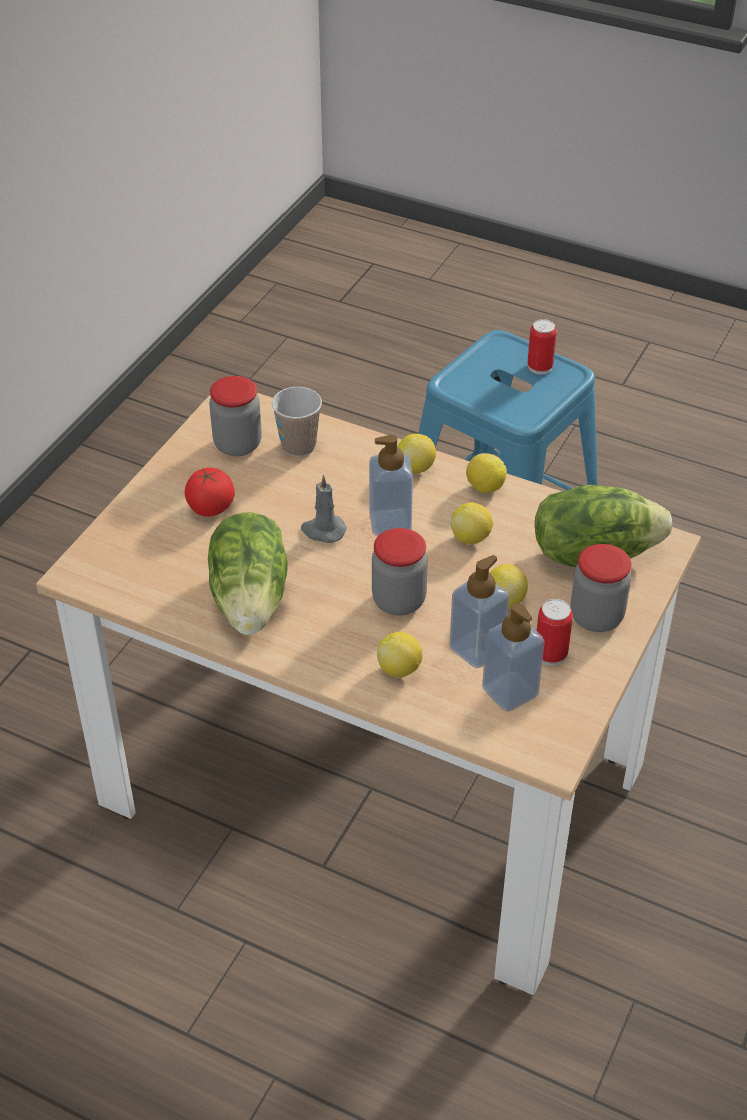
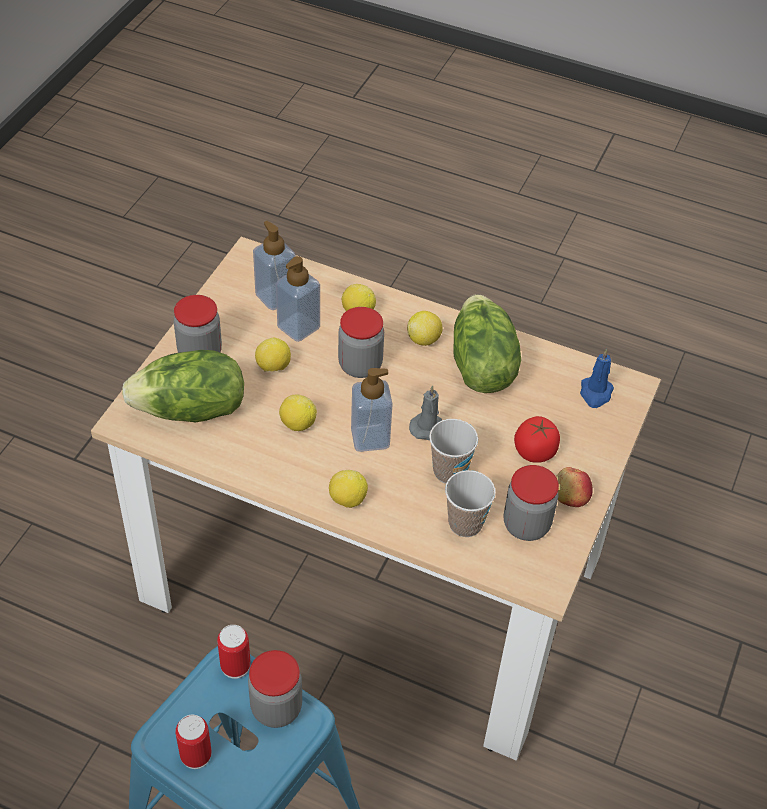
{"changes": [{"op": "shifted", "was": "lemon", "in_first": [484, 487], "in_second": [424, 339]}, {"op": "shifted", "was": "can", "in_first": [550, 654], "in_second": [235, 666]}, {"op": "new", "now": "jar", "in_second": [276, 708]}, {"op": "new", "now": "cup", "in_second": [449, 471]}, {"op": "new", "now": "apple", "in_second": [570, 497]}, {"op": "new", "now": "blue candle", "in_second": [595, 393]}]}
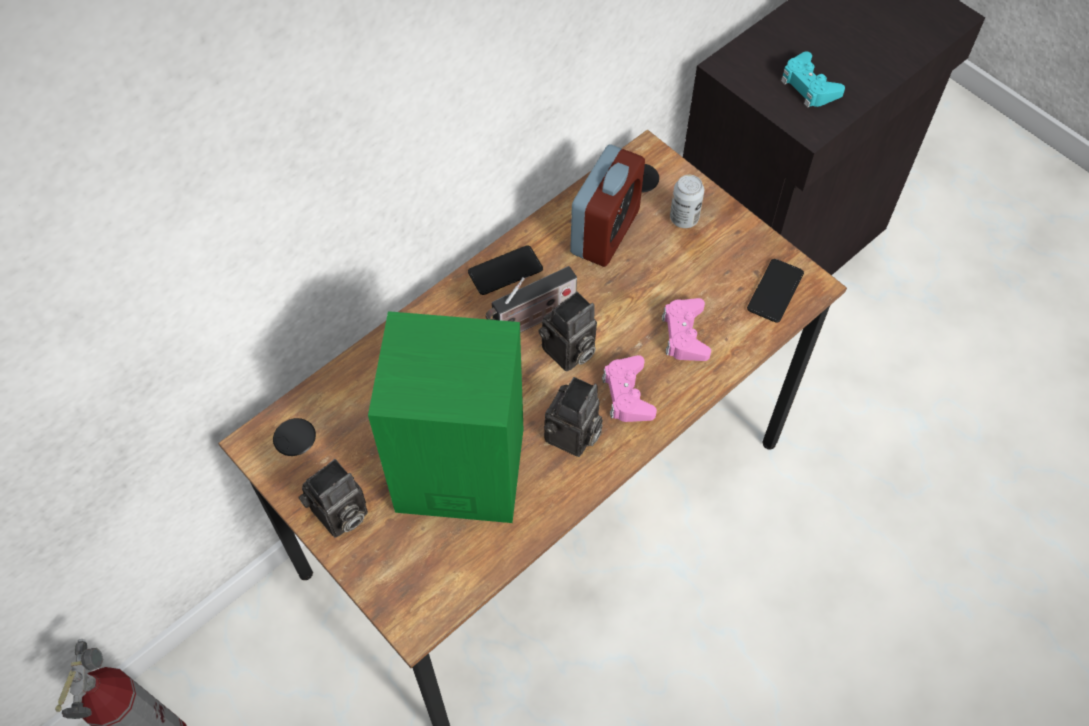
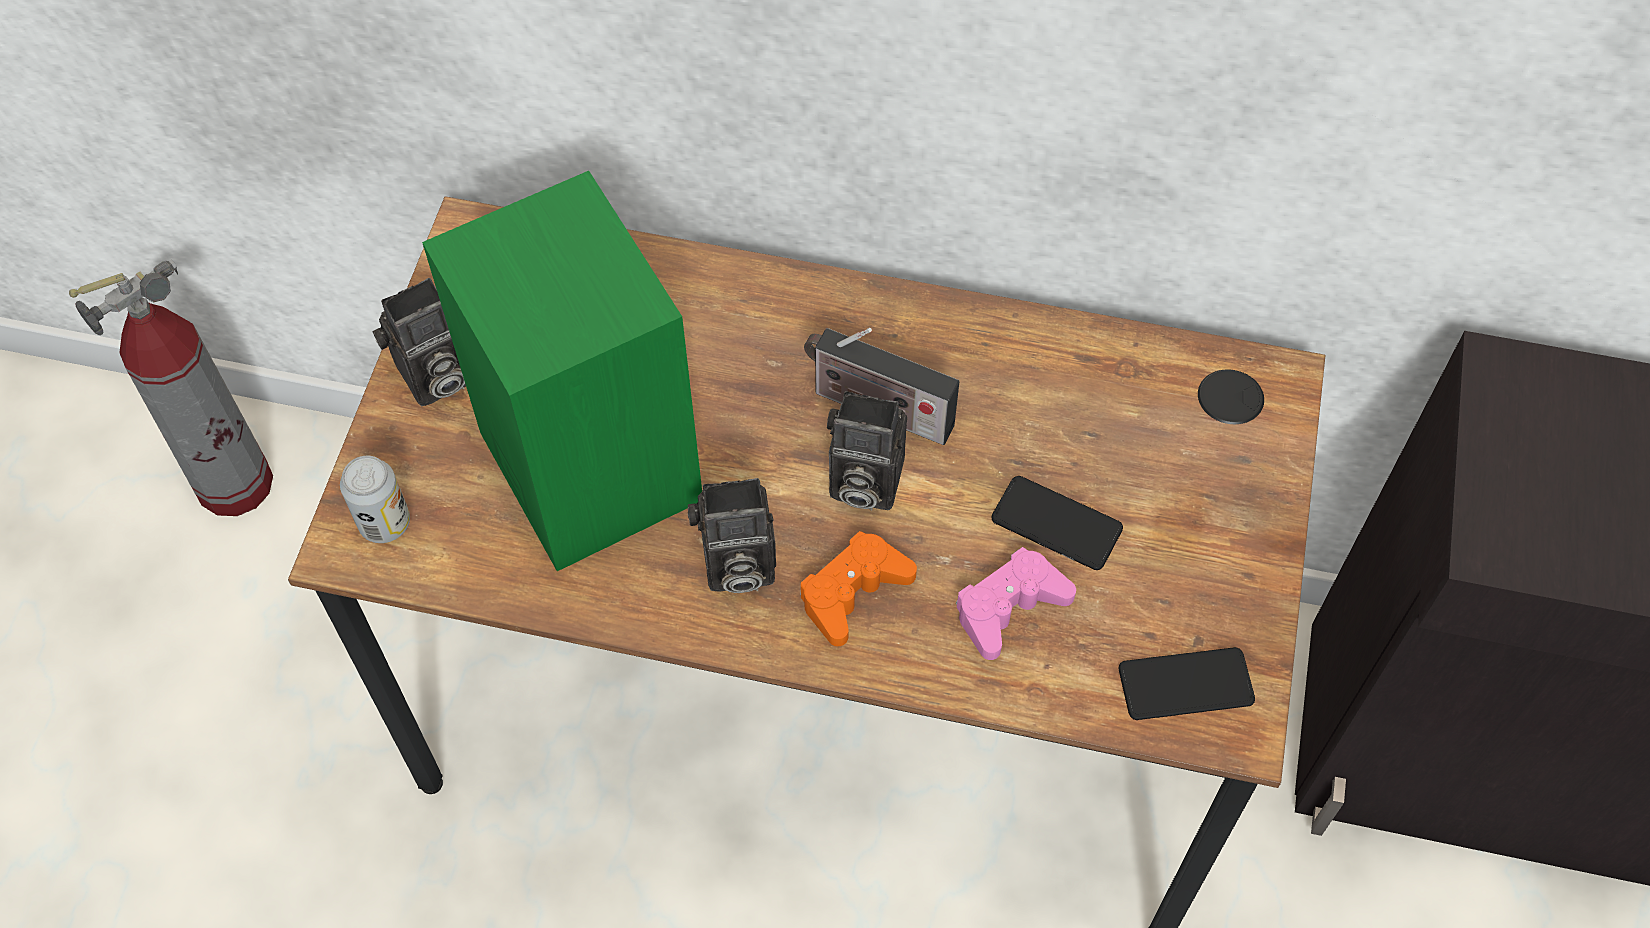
{"changes": [{"op": "rotated", "was": "photo camera", "in_first": [339, 516], "in_second": [434, 378], "clockwise": -45}, {"op": "shifted", "was": "phone", "in_first": [505, 271], "in_second": [1056, 524]}, {"op": "gone", "was": "alarm clock", "in_first": [605, 232]}, {"op": "repainted", "was": "pink game controller", "now": "orange game controller", "in_first": [627, 394], "in_second": [853, 592]}, {"op": "shifted", "was": "can", "in_first": [684, 218], "in_second": [384, 523]}, {"op": "gone", "was": "turquoise game controller", "in_first": [809, 86]}]}
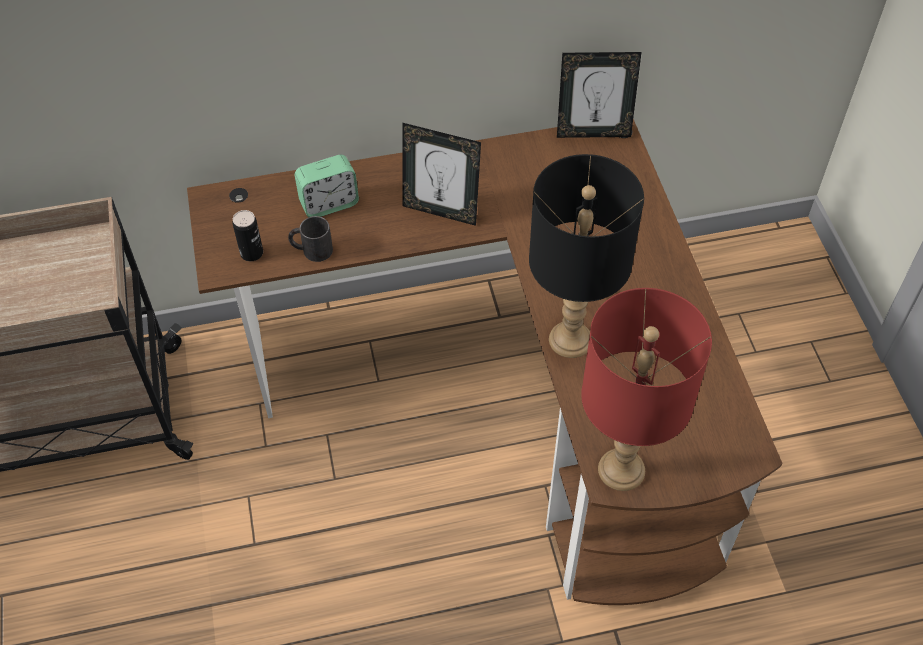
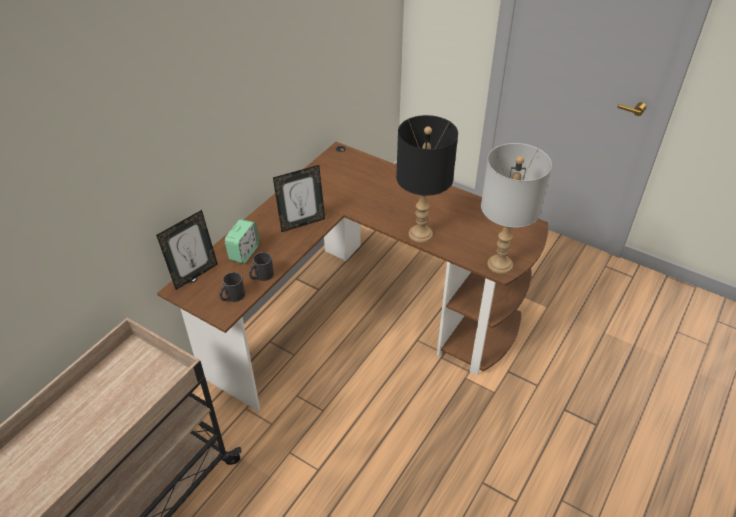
{"changes": [{"op": "swapped", "was": "can", "now": "black mug", "in_first": [251, 253], "in_second": [232, 297]}, {"op": "shifted", "was": "picture frame", "in_first": [593, 132], "in_second": [194, 274]}, {"op": "repainted", "was": "red table lamp", "now": "grey table lamp", "in_first": [621, 470], "in_second": [500, 265]}]}
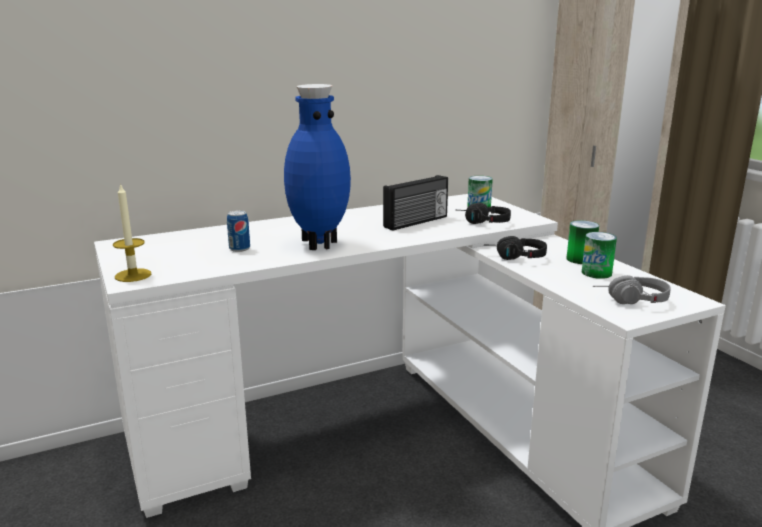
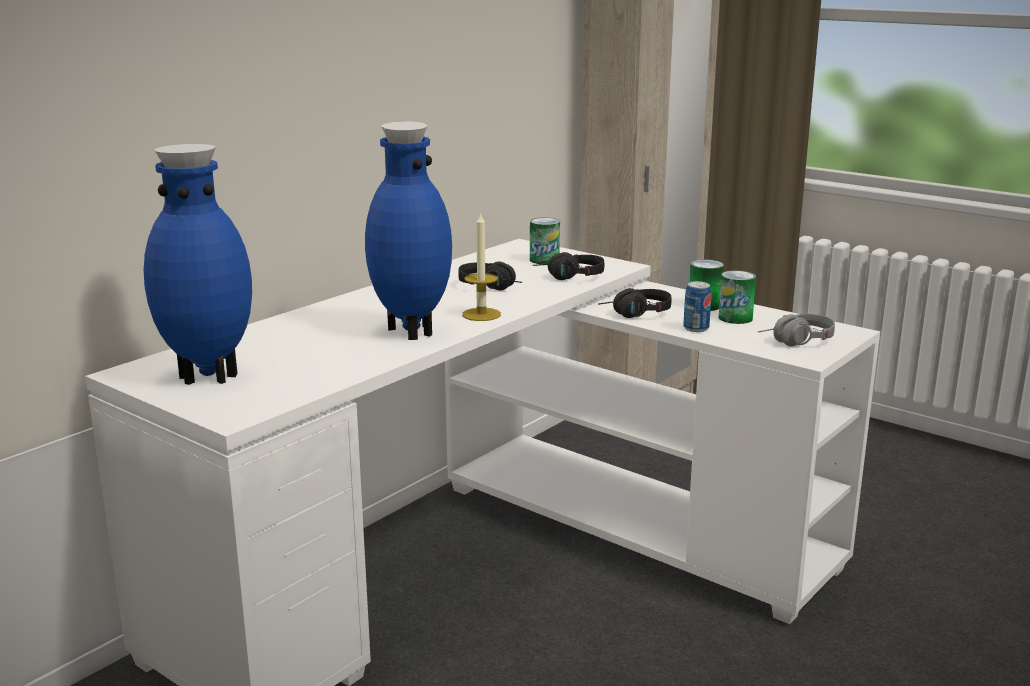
{"changes": [{"op": "shifted", "was": "candle", "in_first": [133, 275], "in_second": [481, 314]}, {"op": "shifted", "was": "can", "in_first": [239, 249], "in_second": [696, 328]}, {"op": "swapped", "was": "radio", "now": "black headphones", "in_first": [416, 222], "in_second": [493, 287]}, {"op": "new", "now": "blue vase", "in_second": [209, 375]}]}
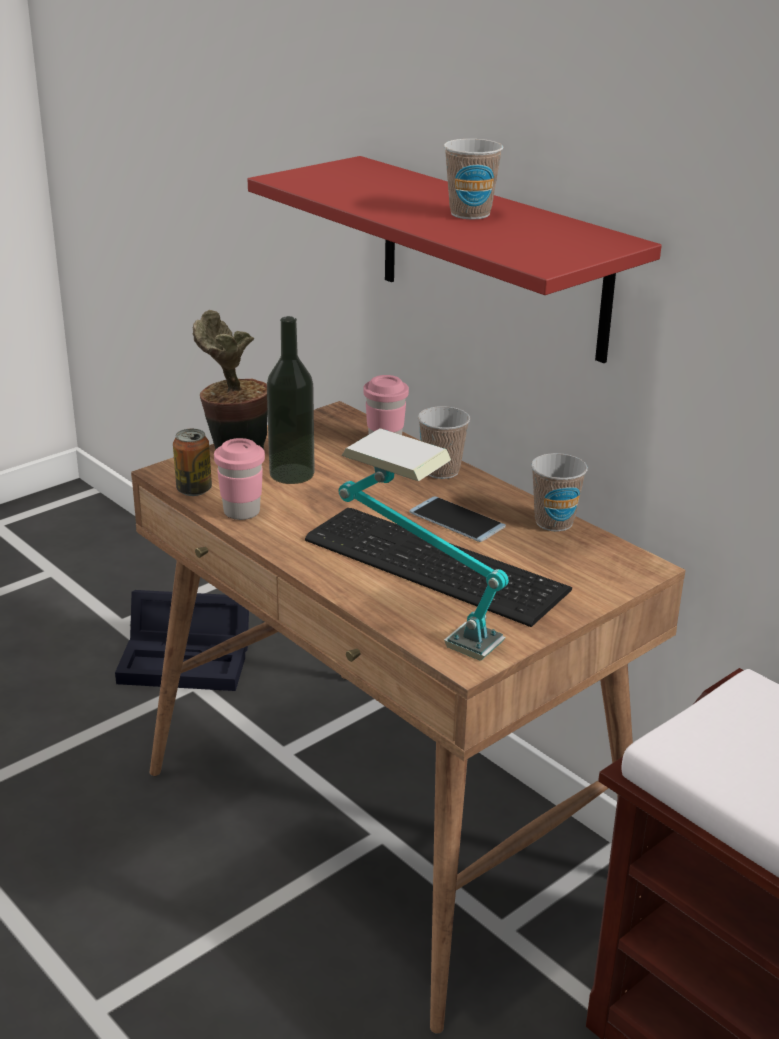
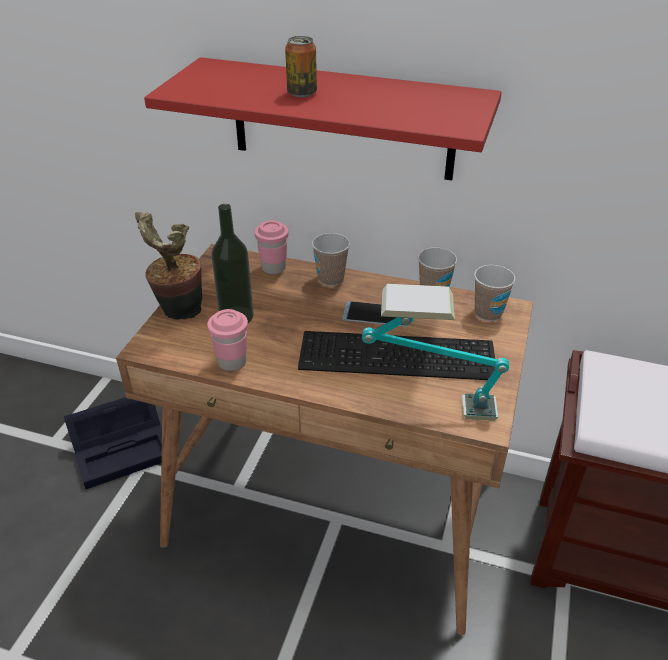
{"changes": [{"op": "shifted", "was": "can", "in_first": [194, 490], "in_second": [302, 93]}, {"op": "shifted", "was": "cup", "in_first": [470, 214], "in_second": [488, 313]}]}
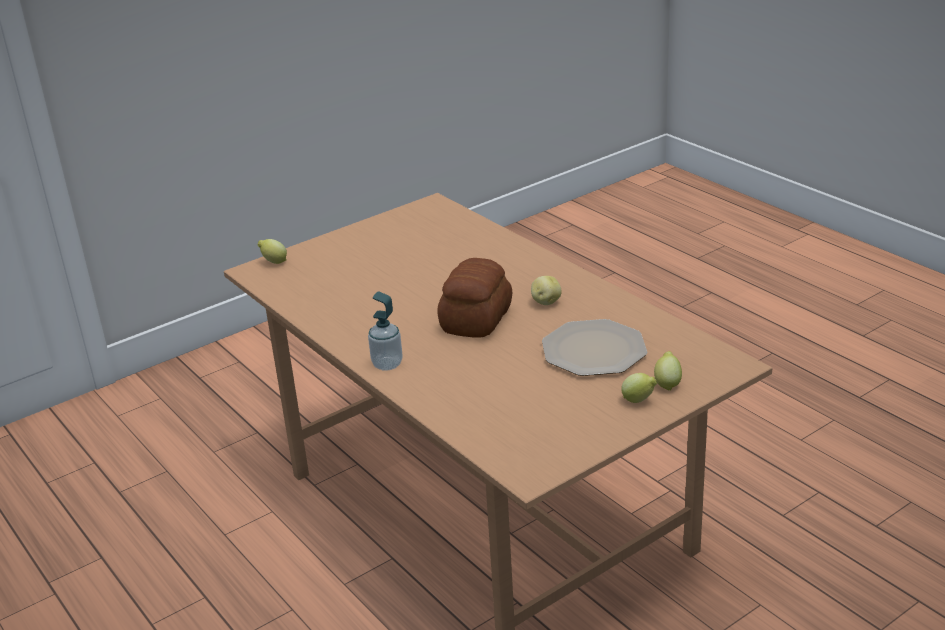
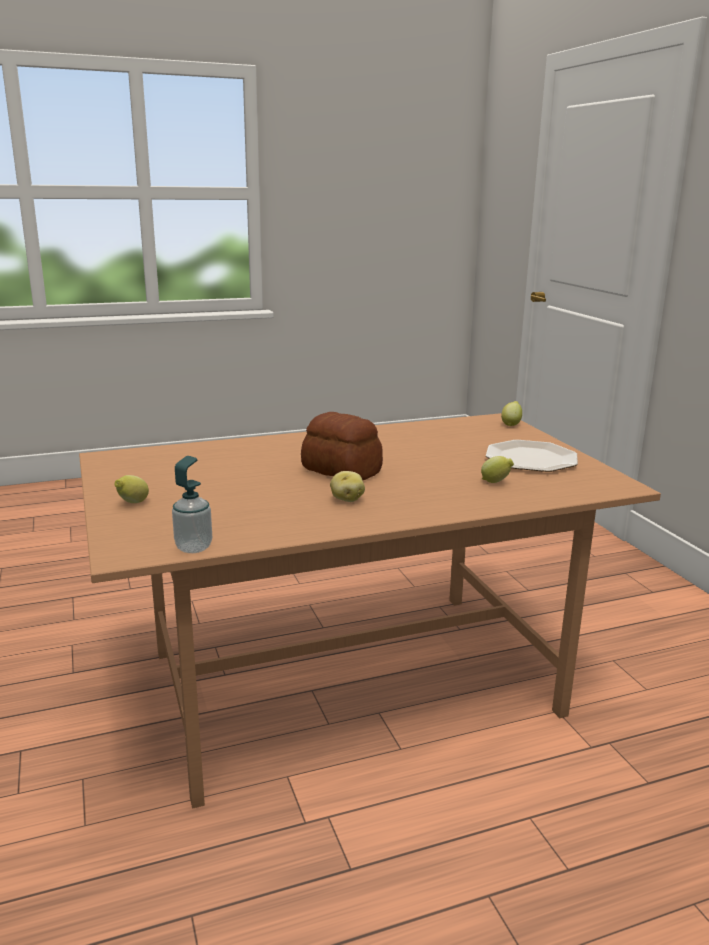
{"changes": [{"op": "shifted", "was": "soap dispenser", "in_first": [387, 364], "in_second": [193, 547]}, {"op": "shifted", "was": "plate", "in_first": [595, 350], "in_second": [531, 458]}, {"op": "shifted", "was": "lemon", "in_first": [667, 383], "in_second": [496, 482]}]}
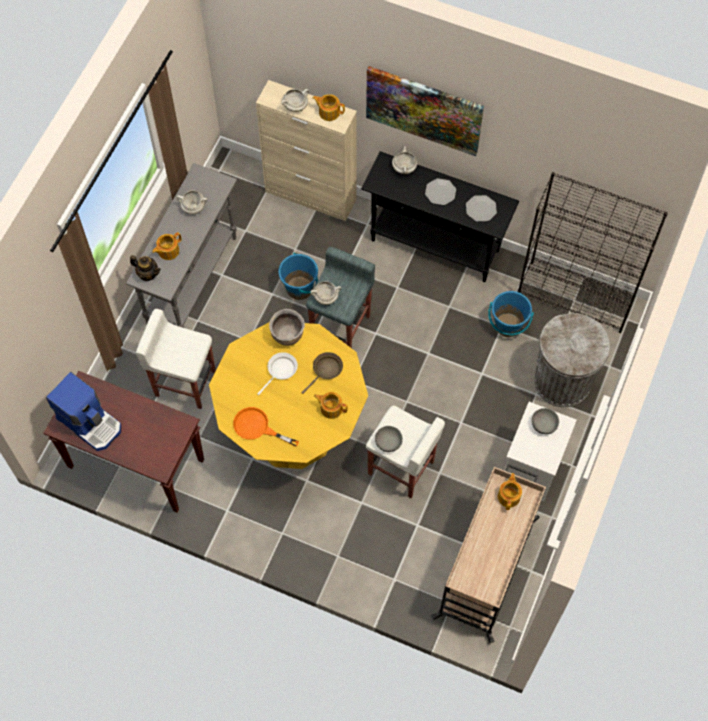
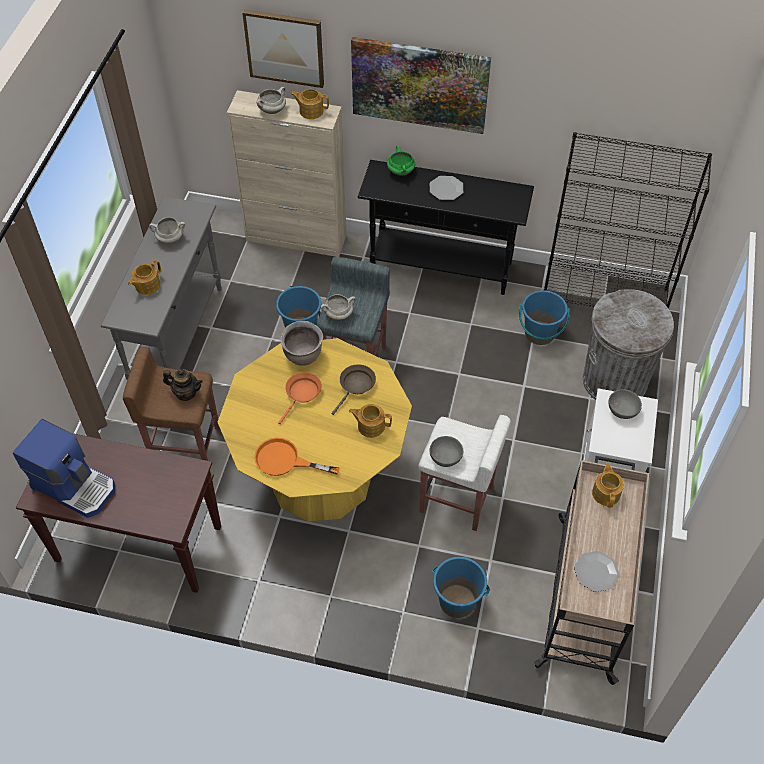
{"changes": [{"op": "shifted", "was": "teapot", "in_first": [147, 274], "in_second": [186, 393]}, {"op": "repainted", "was": "white stool", "now": "brown stool", "in_first": [184, 382], "in_second": [185, 445]}, {"op": "repainted", "was": "white frying pan", "now": "orange frying pan", "in_first": [281, 371], "in_second": [302, 394]}, {"op": "repainted", "was": "white cooking pot", "now": "green cooking pot", "in_first": [404, 168], "in_second": [401, 171]}, {"op": "shifted", "was": "plate", "in_first": [481, 209], "in_second": [596, 572]}, {"op": "new", "now": "picture", "in_second": [285, 47]}, {"op": "new", "now": "blue bucket", "in_second": [457, 601]}]}
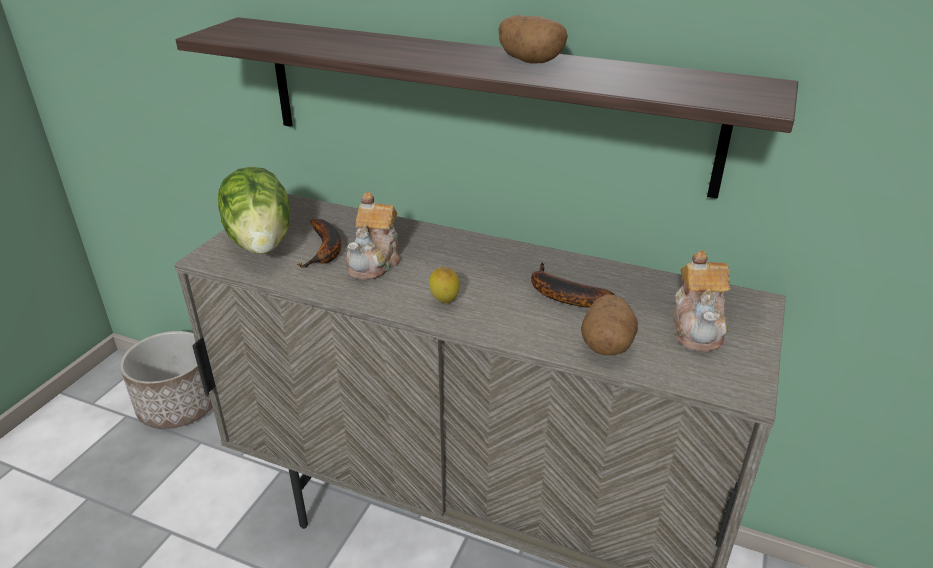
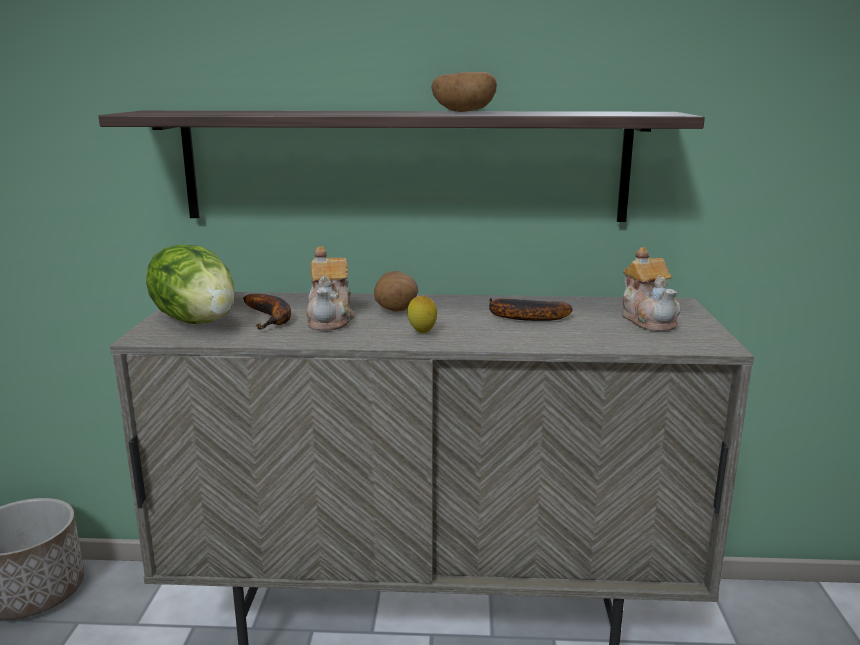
{"changes": [{"op": "shifted", "was": "potato", "in_first": [606, 344], "in_second": [396, 309]}]}
